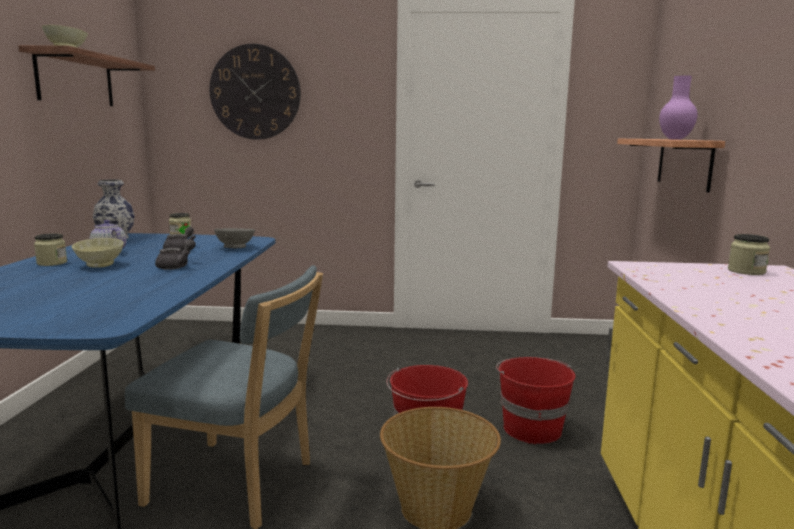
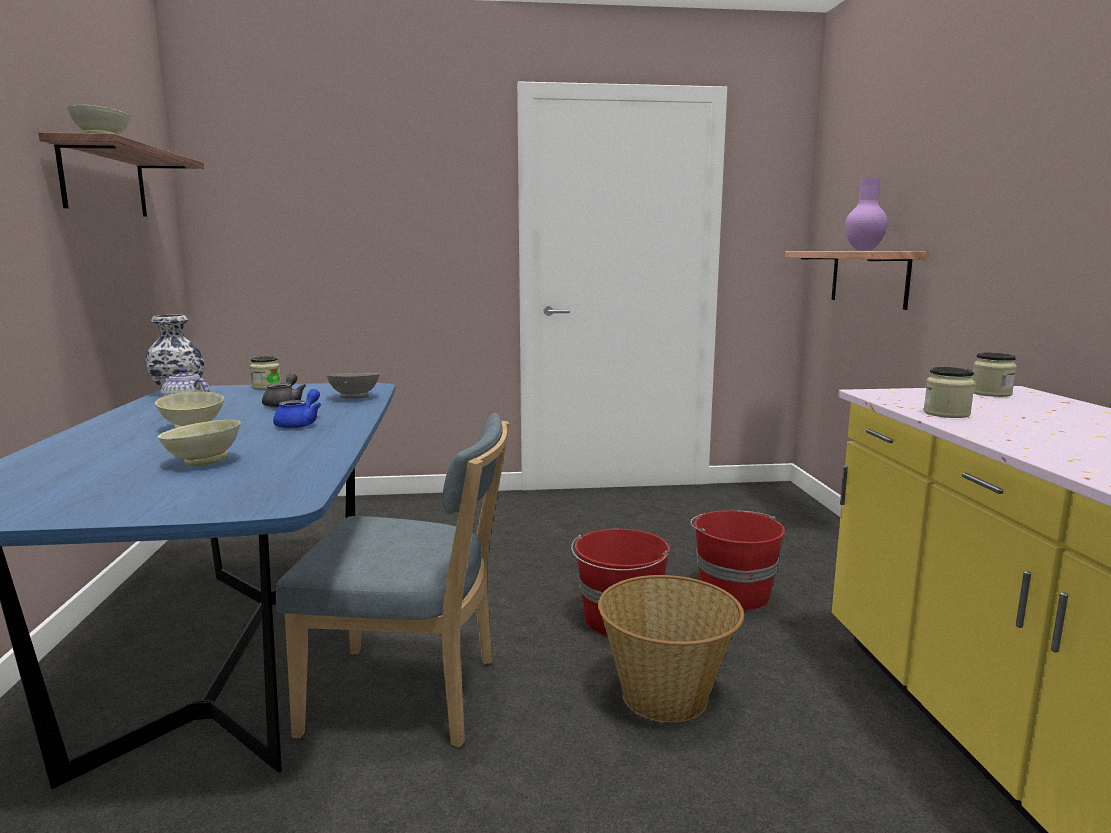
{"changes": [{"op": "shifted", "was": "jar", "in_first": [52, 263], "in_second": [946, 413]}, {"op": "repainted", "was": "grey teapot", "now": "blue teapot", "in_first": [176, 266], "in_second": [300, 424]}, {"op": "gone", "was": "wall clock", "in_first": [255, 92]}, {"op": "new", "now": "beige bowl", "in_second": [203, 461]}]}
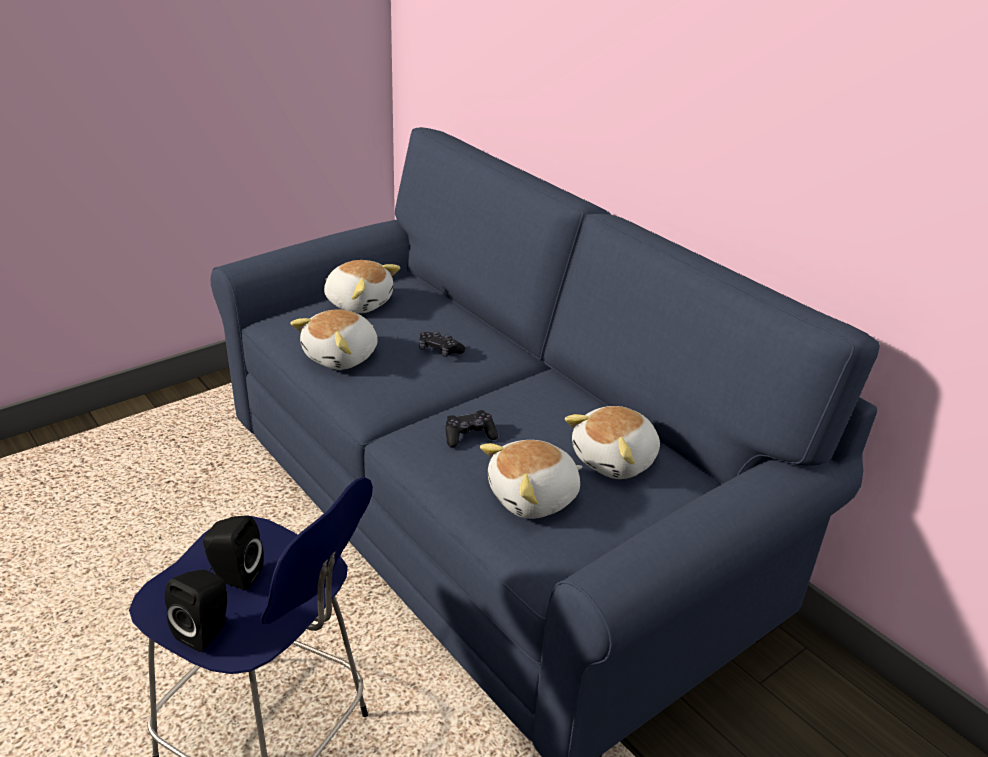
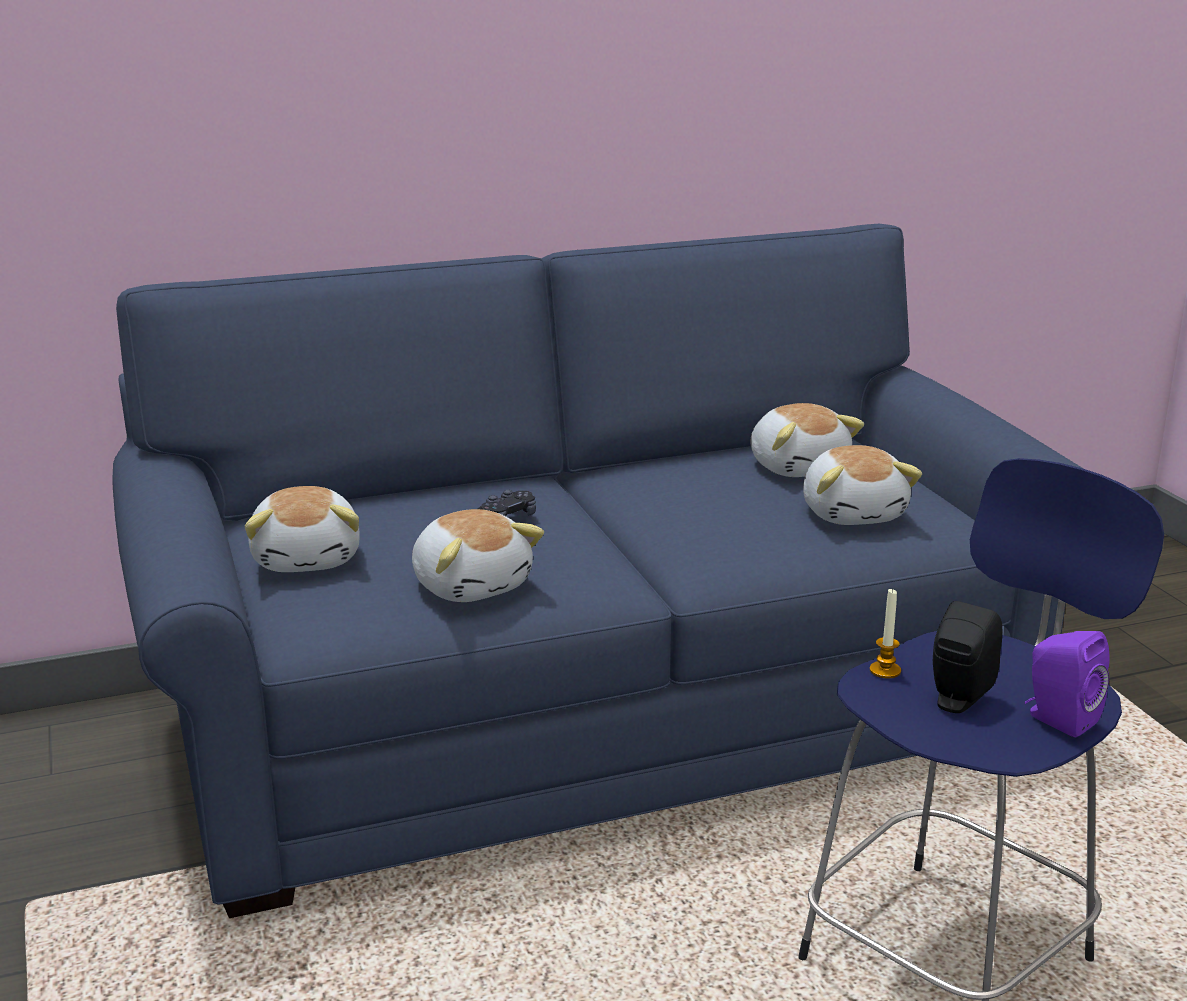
{"changes": [{"op": "repainted", "was": "black speaker", "now": "purple speaker", "in_first": [206, 630], "in_second": [1058, 719]}, {"op": "rotated", "was": "plush toy", "in_first": [359, 302], "in_second": [308, 558], "clockwise": 120}, {"op": "gone", "was": "black game controller", "in_first": [469, 436]}, {"op": "new", "now": "candle", "in_second": [885, 670]}]}
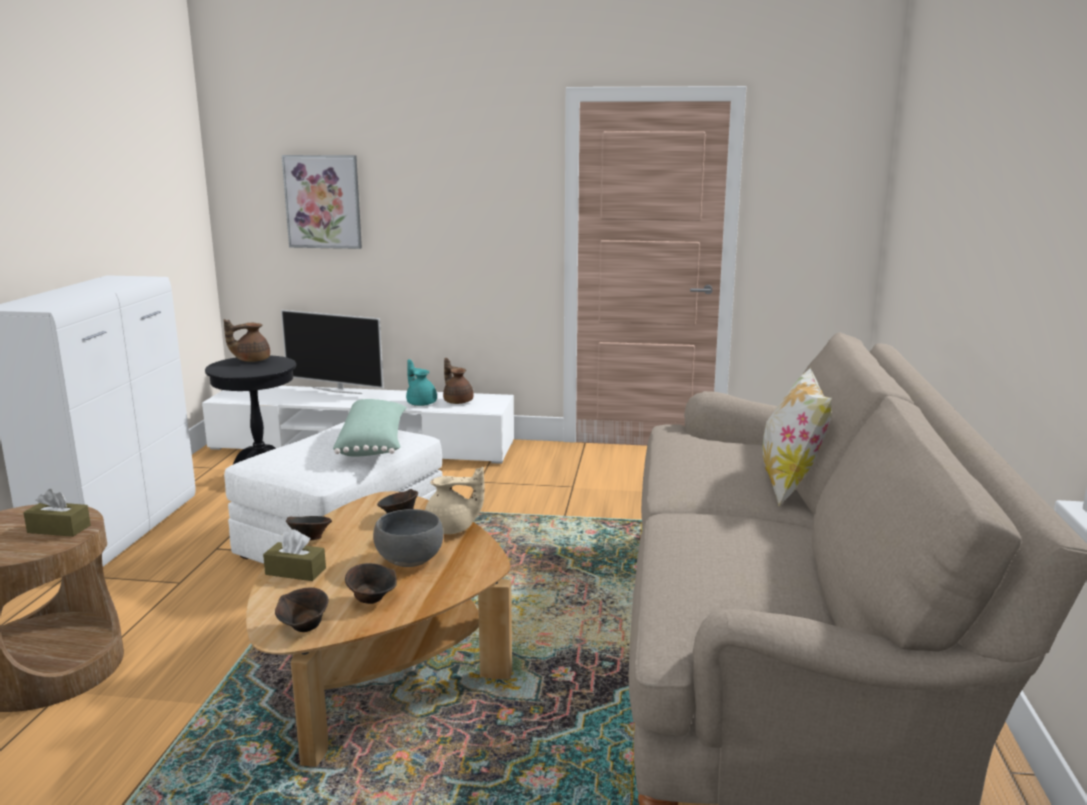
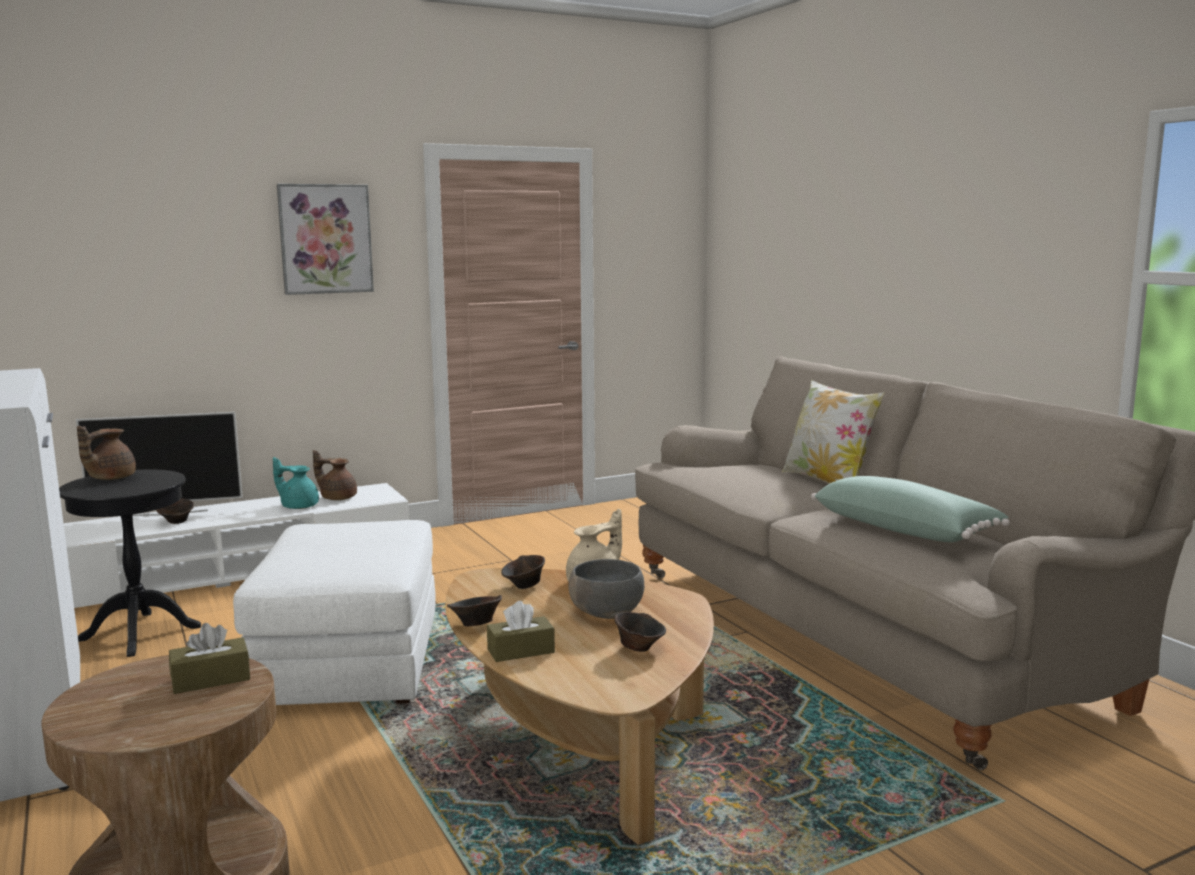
{"changes": [{"op": "shifted", "was": "brown bowl", "in_first": [304, 627], "in_second": [177, 522]}, {"op": "shifted", "was": "picture", "in_first": [323, 201], "in_second": [325, 239]}, {"op": "shifted", "was": "green pillow", "in_first": [374, 444], "in_second": [905, 529]}]}
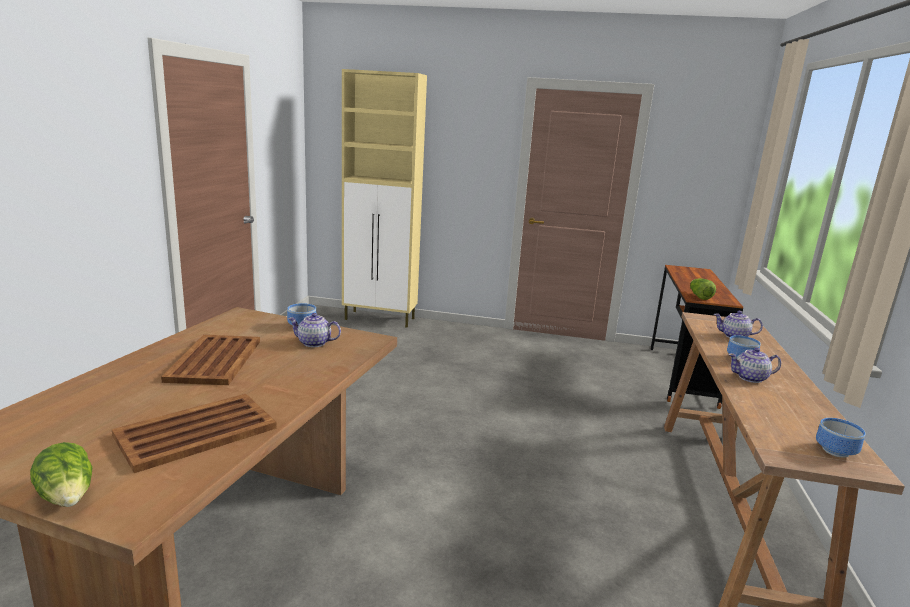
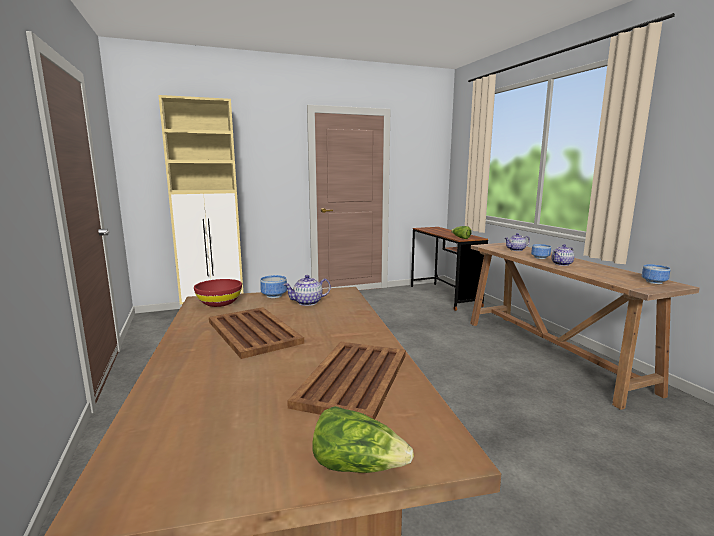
{"changes": [{"op": "new", "now": "red bowl", "in_second": [219, 303]}]}
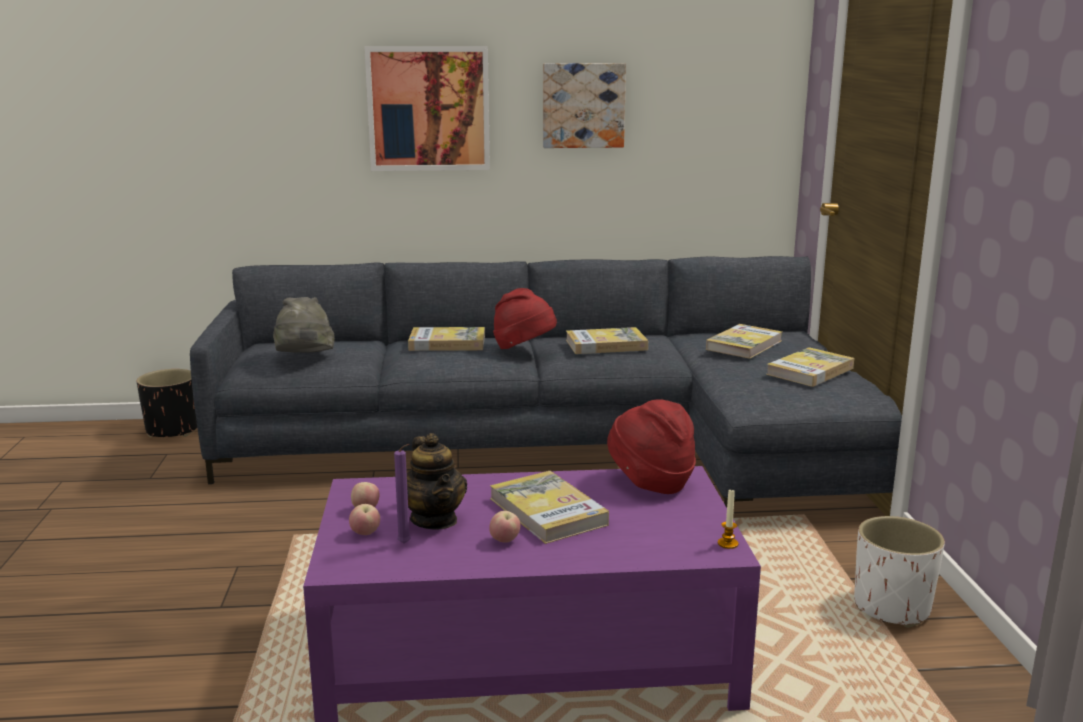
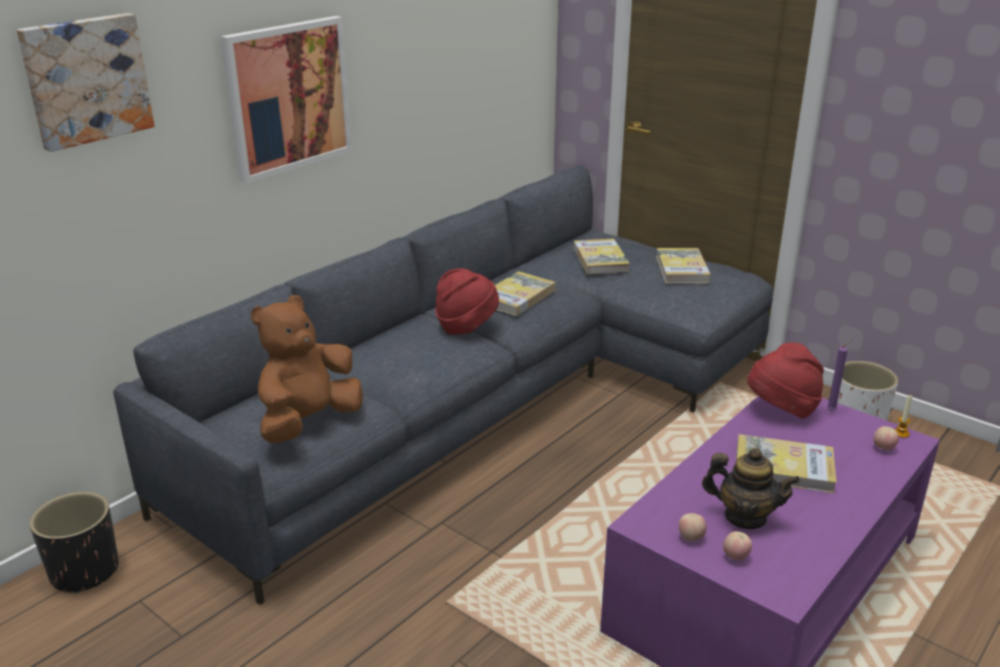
{"changes": [{"op": "swapped", "was": "grey hat", "now": "brown plush toy", "in_first": [304, 359], "in_second": [308, 422]}, {"op": "shifted", "was": "purple candle", "in_first": [406, 544], "in_second": [832, 411]}, {"op": "gone", "was": "book", "in_first": [447, 343]}, {"op": "shifted", "was": "apple", "in_first": [504, 541], "in_second": [883, 448]}, {"op": "shifted", "was": "picture", "in_first": [583, 105], "in_second": [86, 80]}]}
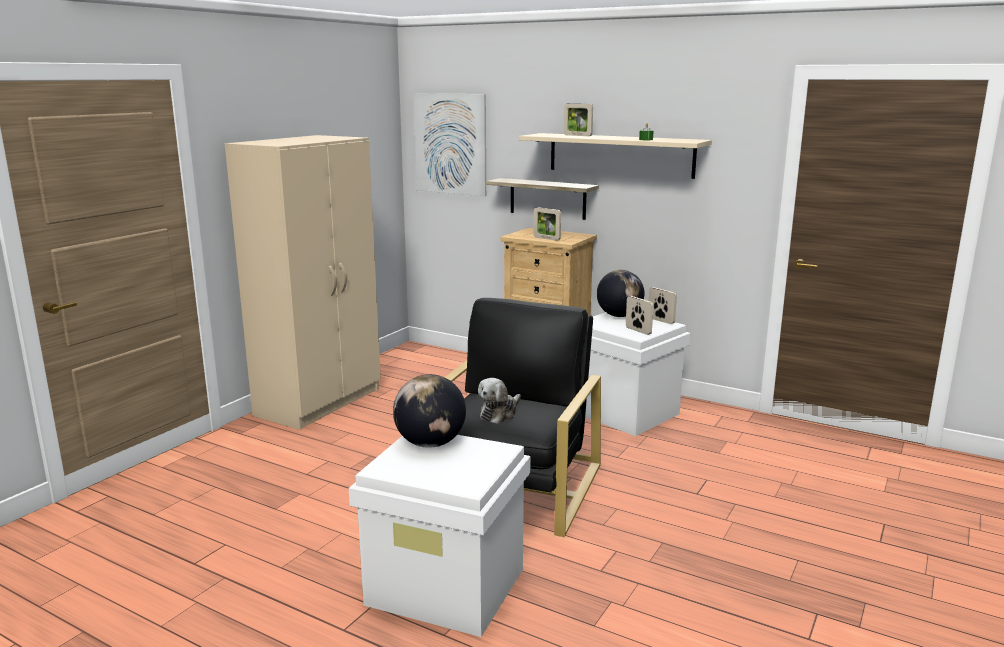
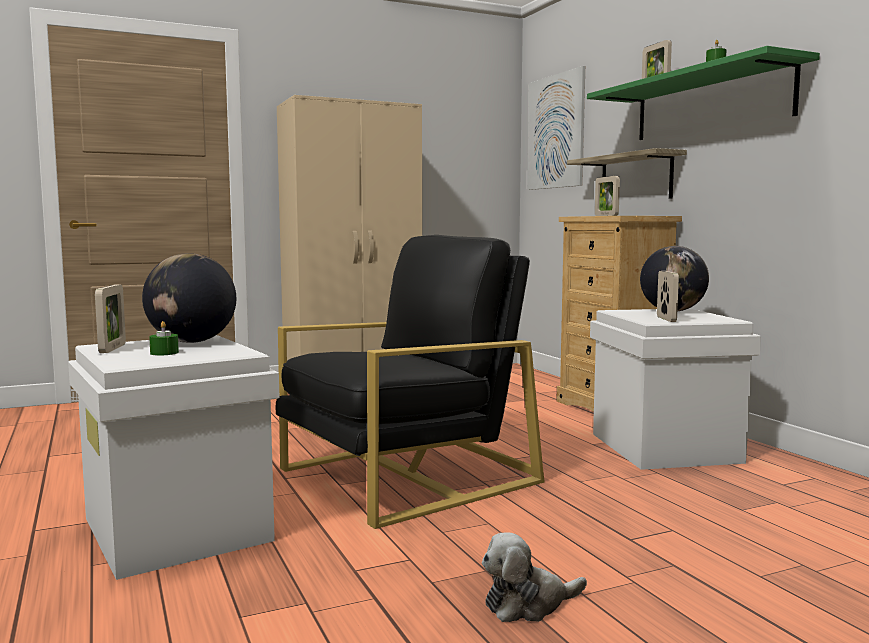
{"changes": [{"op": "shifted", "was": "plush toy", "in_first": [499, 413], "in_second": [528, 604]}, {"op": "repainted", "was": "beige shelf", "now": "green shelf", "in_first": [620, 155], "in_second": [710, 104]}, {"op": "shifted", "was": "picture frame", "in_first": [660, 320], "in_second": [112, 348]}, {"op": "new", "now": "green candle", "in_second": [164, 353]}]}
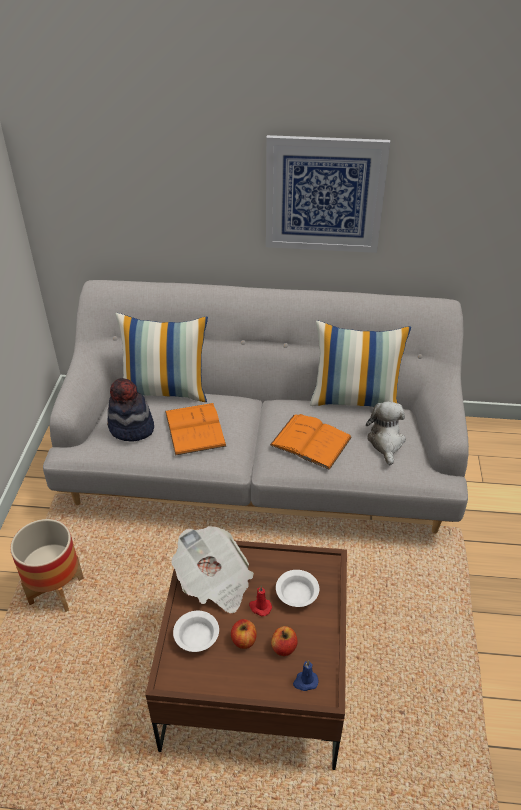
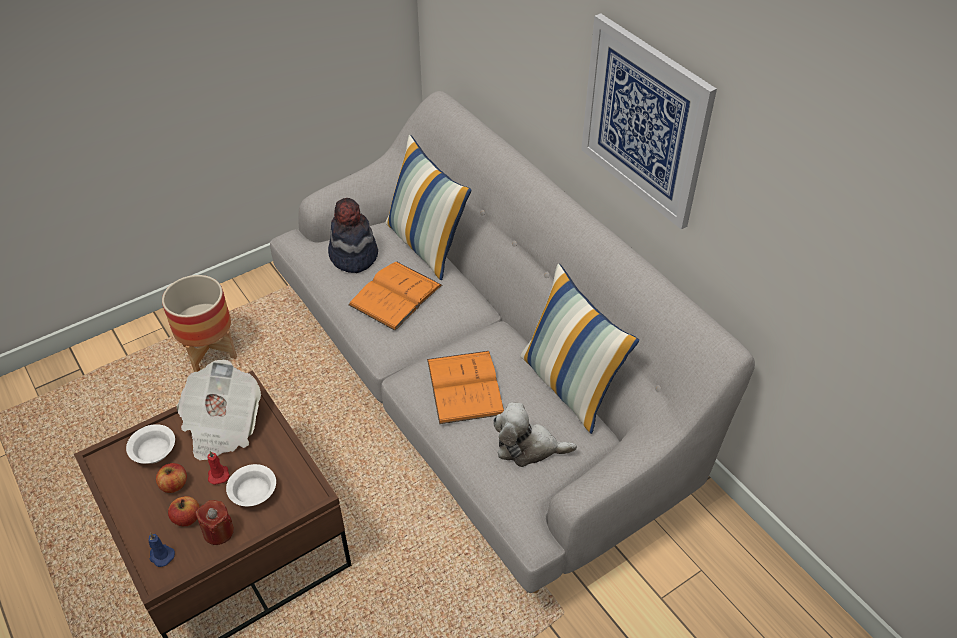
{"changes": [{"op": "rotated", "was": "plush toy", "in_first": [386, 442], "in_second": [528, 447], "clockwise": -135}, {"op": "new", "now": "red candle", "in_second": [218, 532]}]}
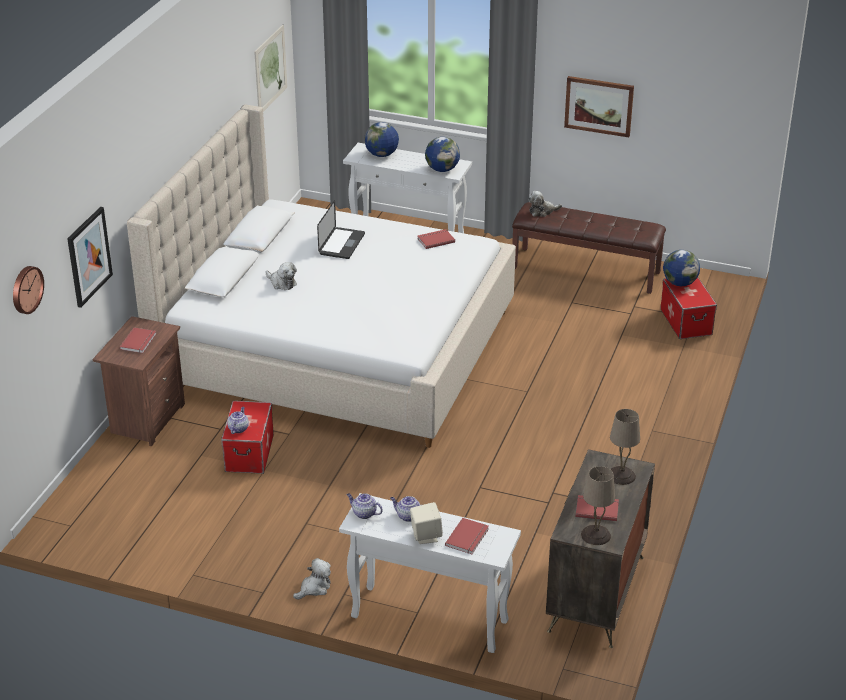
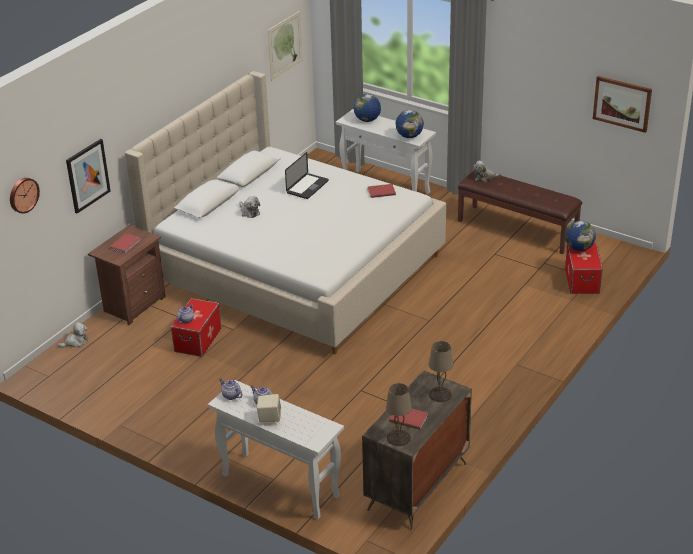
{"changes": [{"op": "shifted", "was": "plush toy", "in_first": [314, 588], "in_second": [75, 342]}, {"op": "gone", "was": "red book", "in_first": [468, 537]}, {"op": "shifted", "was": "picture", "in_first": [599, 106], "in_second": [622, 103]}]}
